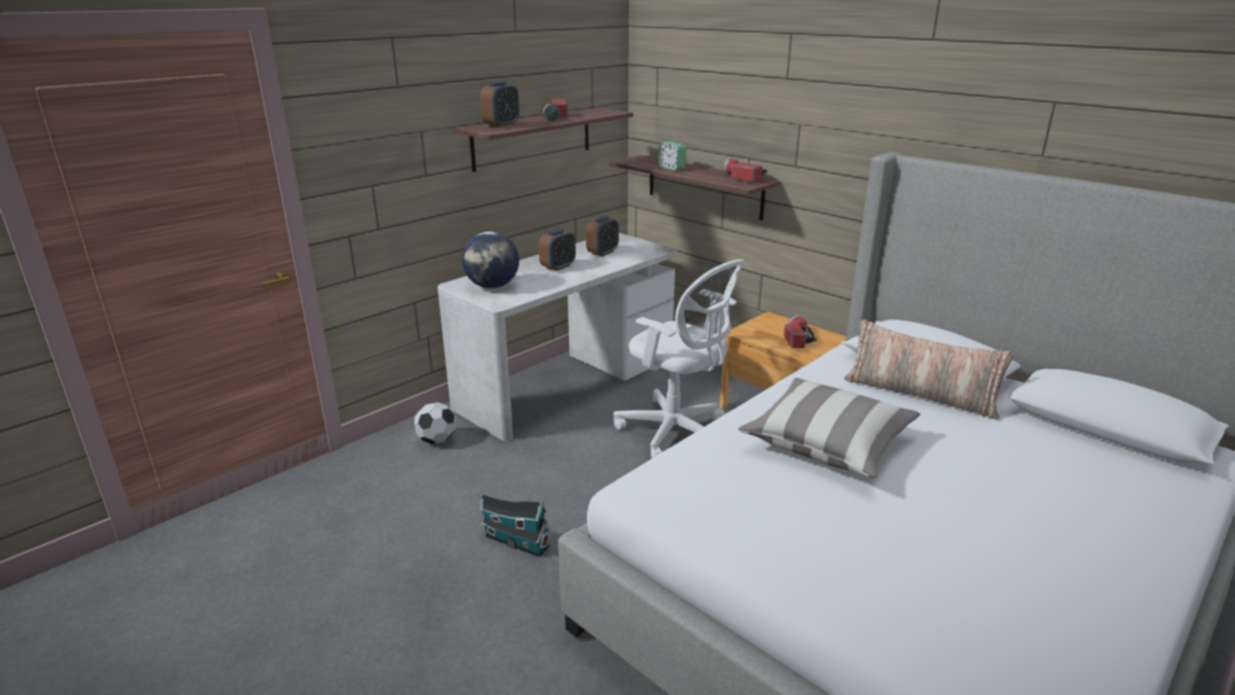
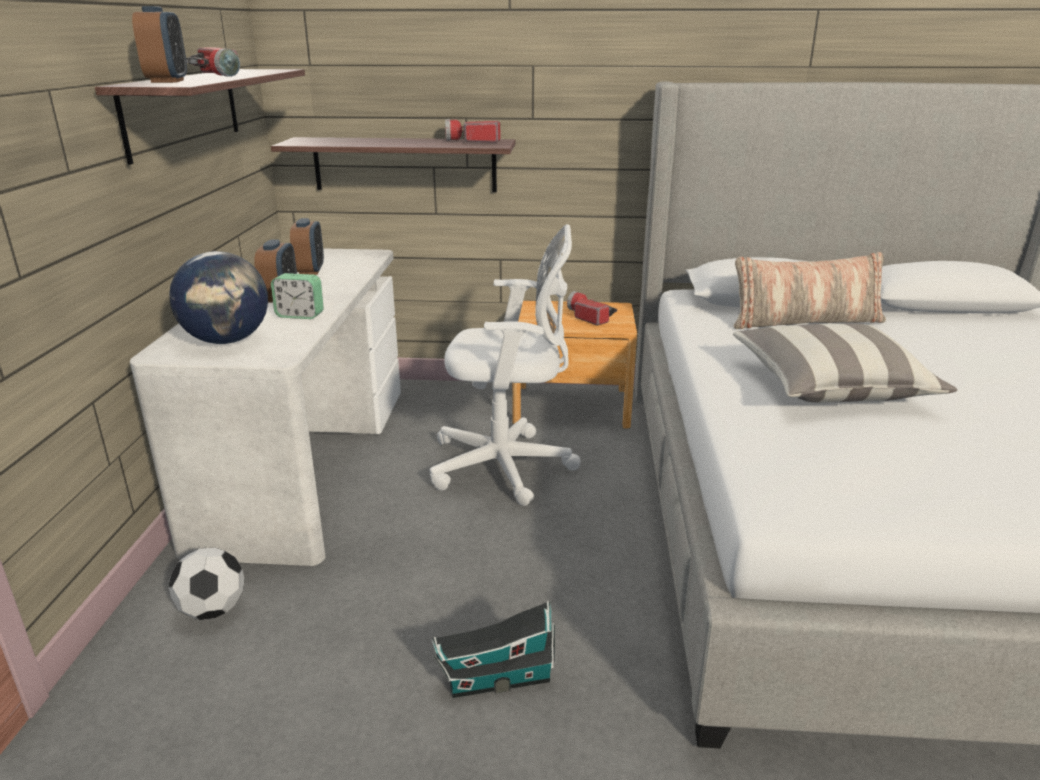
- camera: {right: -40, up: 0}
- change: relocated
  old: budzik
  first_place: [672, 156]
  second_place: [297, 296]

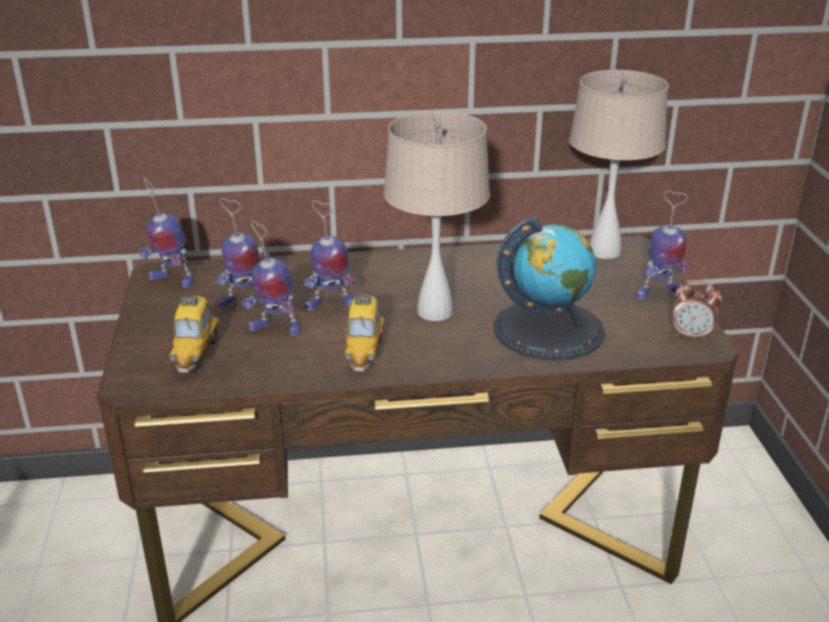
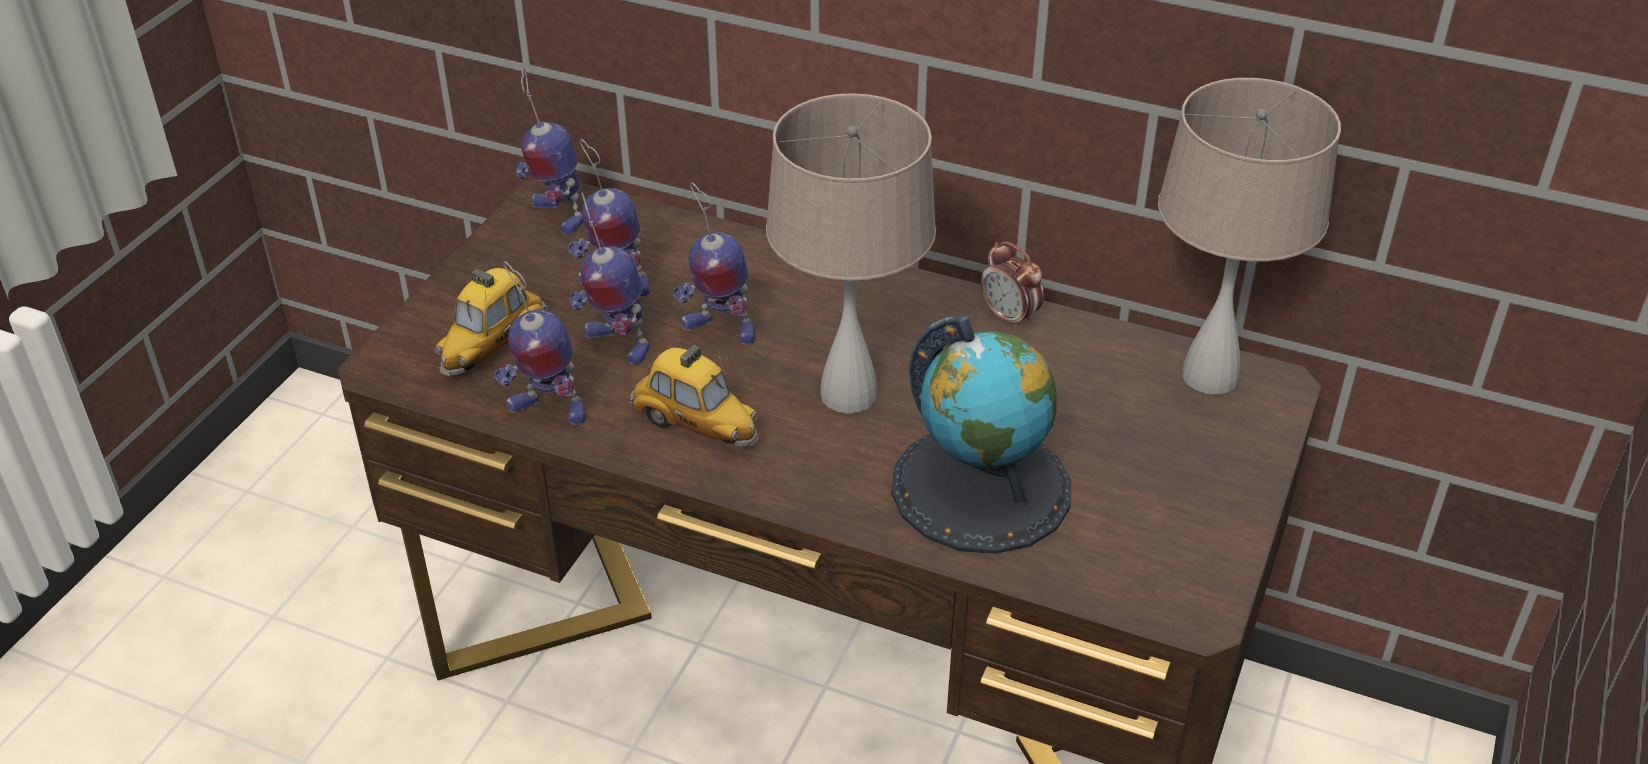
- camera: {right: 30, up: 10}
- change: relocated
  old: robot zabawkowy
  first_place: [663, 245]
  second_place: [539, 343]
- change: spun
  old: samochodzik
  first_place: [365, 333]
  second_place: [694, 395]
  degrees: -90
- change: relocated
  old: budzik
  first_place: [696, 311]
  second_place: [1012, 285]

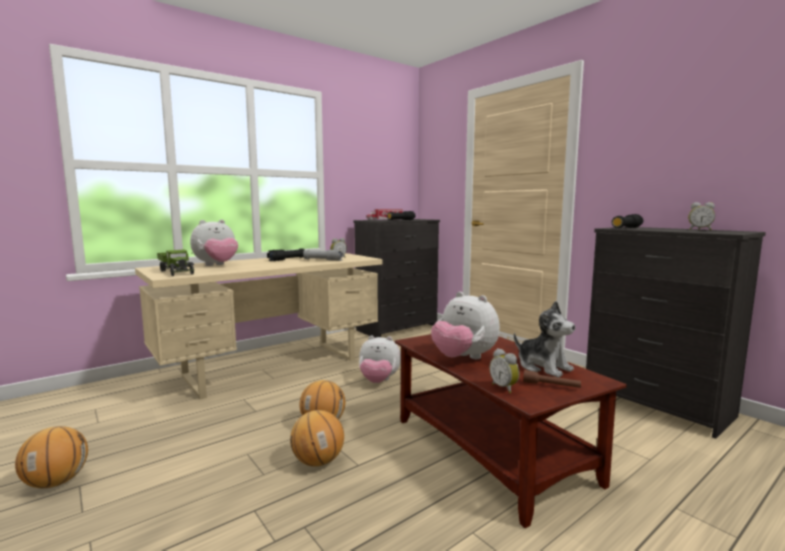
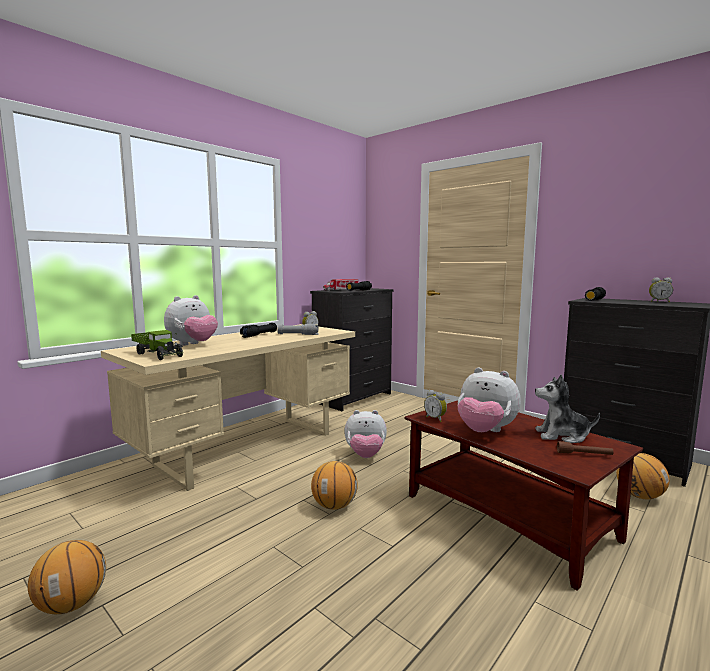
- camera: {right: -10, up: 0}
- change: relocated
  old: budzik
  first_place: [504, 370]
  second_place: [435, 406]
- change: spun
  old: pluszak
  first_place: [544, 339]
  second_place: [567, 408]
  degrees: 150
- change: relocated
  old: piłka do koszykówki
  first_place: [317, 438]
  second_place: [642, 476]

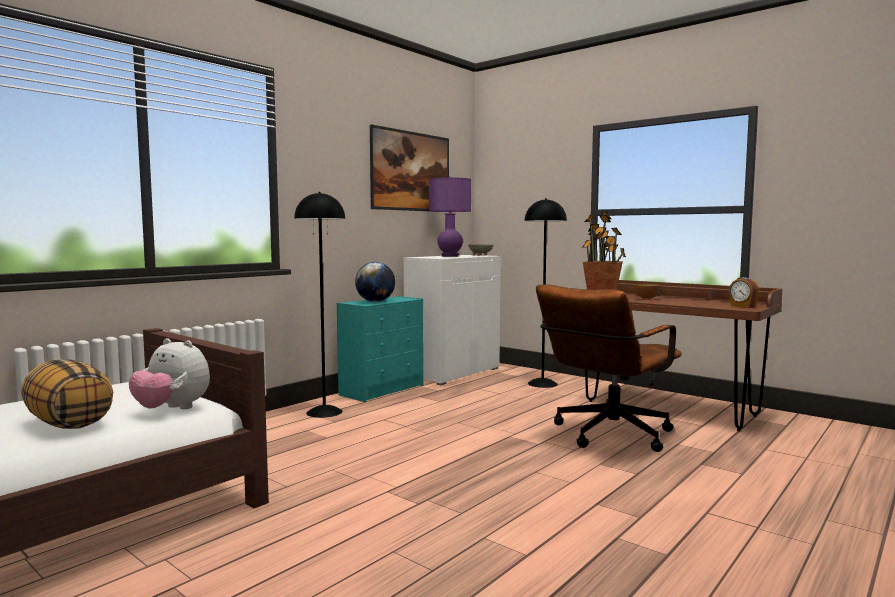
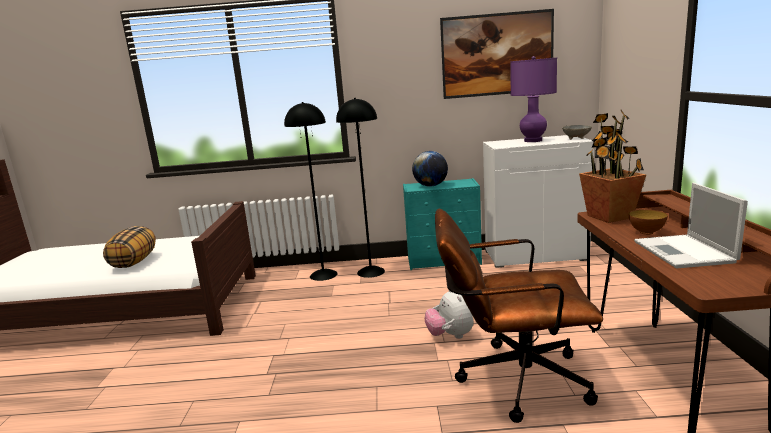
- camera: {right: 50, up: 10}
- change: relocated
  old: lampa stojąca/czarny
  first_place: [545, 293]
  second_place: [311, 191]
- change: relocated
  old: pluszak
  first_place: [169, 373]
  second_place: [449, 314]
- change: appeared
  new: laptop
  second_place: [691, 225]
- change: missing
  old: budzik
  first_place: [744, 292]

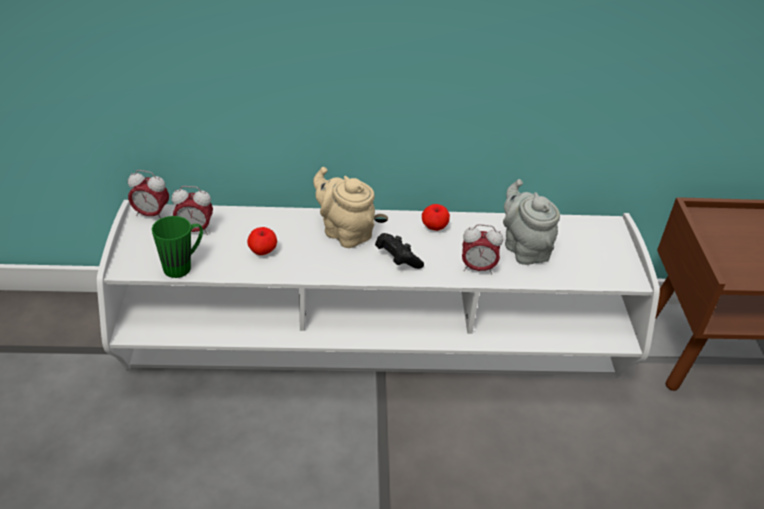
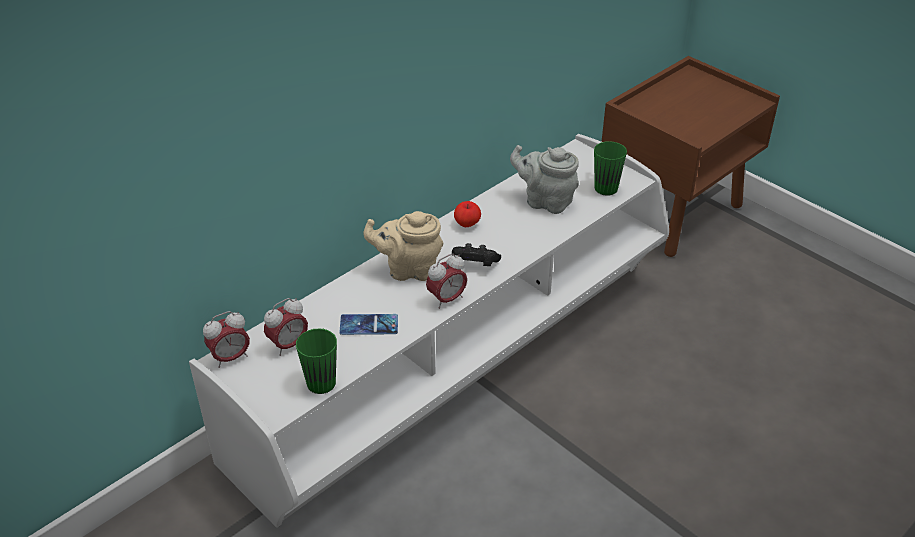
- camera: {right: -40, up: 0}
- change: exchanged
  old: jabłko
  new: telefon
  first_place: [262, 241]
  second_place: [368, 324]
- change: relocated
  old: budzik
  first_place: [482, 249]
  second_place: [446, 281]
- change: appeared
  new: kubek/zielony
  second_place: [610, 168]

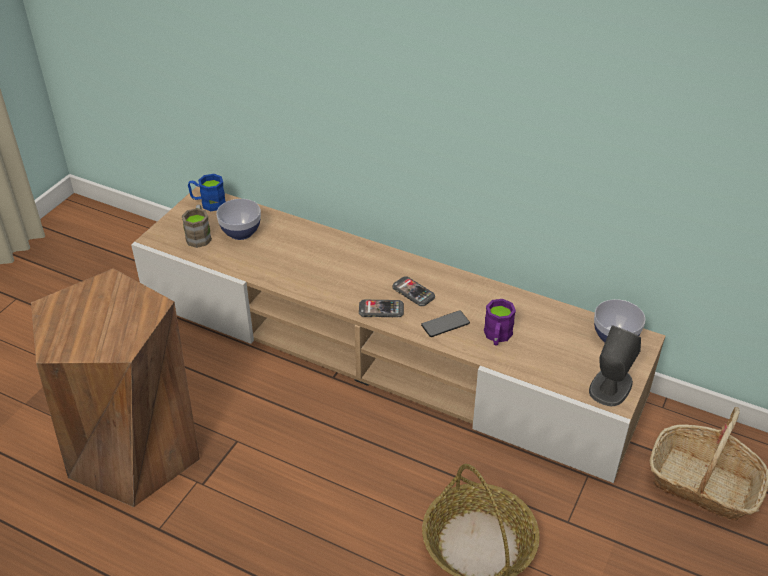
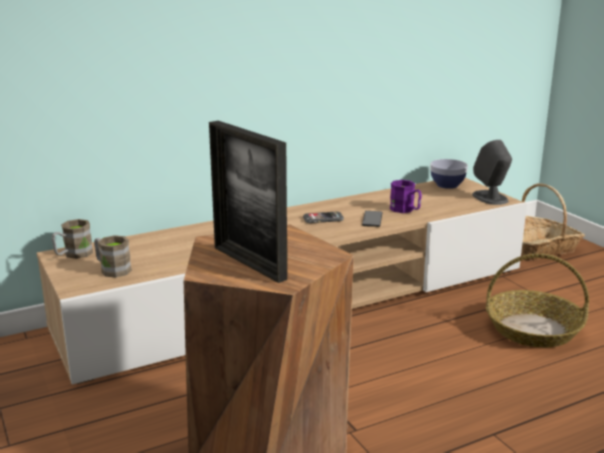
- camera: {right: -55, up: -20}
- change: colour
  old: kubek/niebieski
  new: kubek/brązowy
  first_place: [207, 192]
  second_place: [72, 239]
- change: appeared
  new: ramka na zdjęcie
  second_place: [248, 202]
- change: missing
  old: miska
  first_place: [238, 219]
- change: missing
  old: telefon
  first_place: [381, 308]

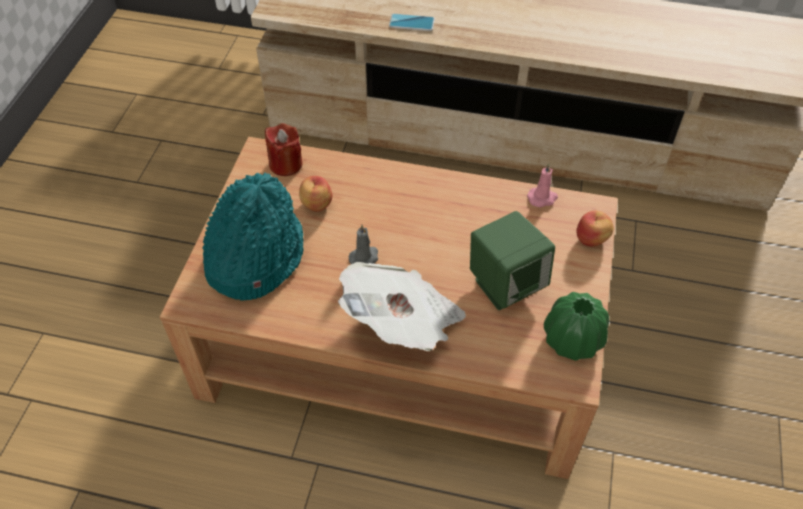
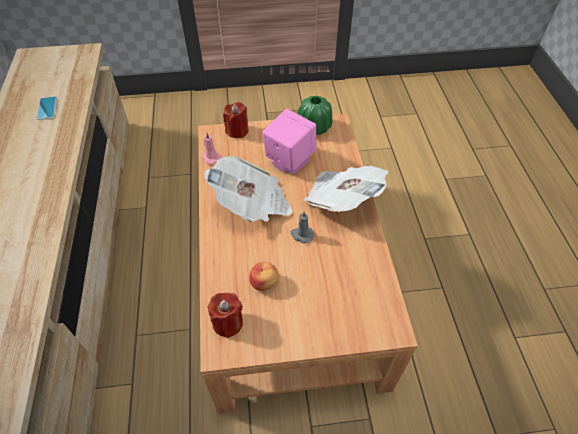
- camera: {right: -110, up: 0}
- change: relocated
  old: telefon
  first_place: [412, 22]
  second_place: [47, 108]
- change: appeared
  new: gazeta
  second_place: [248, 189]
- change: exchanged
  old: jabłko
  new: świeca/czerwony
  first_place: [594, 228]
  second_place: [236, 120]
- change: colour
  old: głośnik/zielony
  new: głośnik/różowy
  first_place: [512, 260]
  second_place: [289, 141]
- change: missing
  old: kapelusz/turkusowy
  first_place: [253, 237]

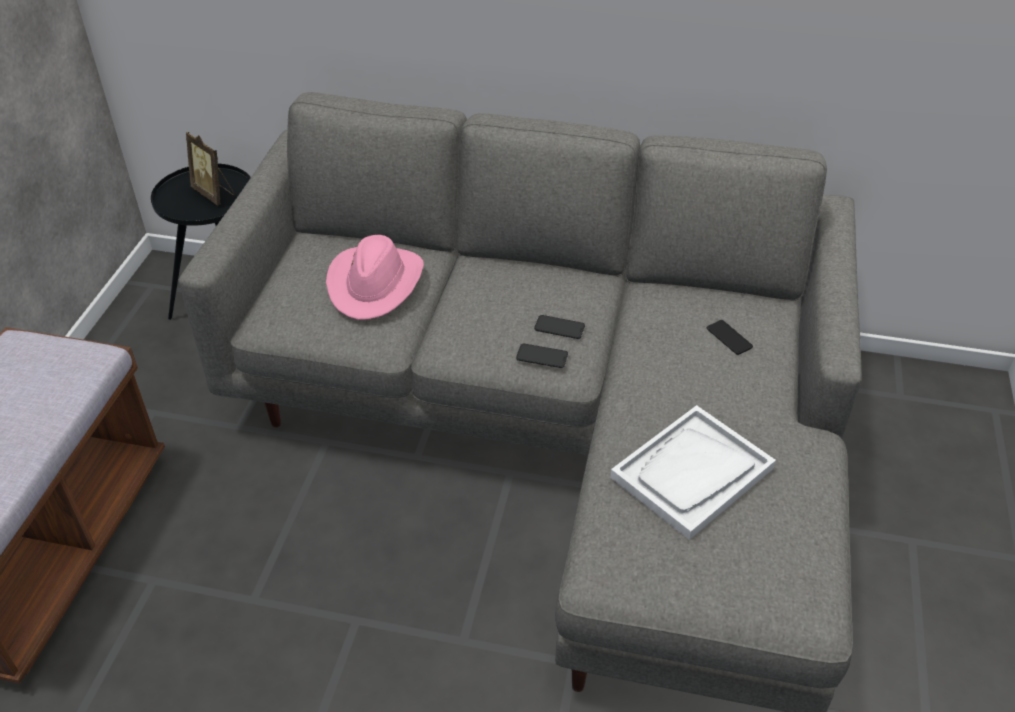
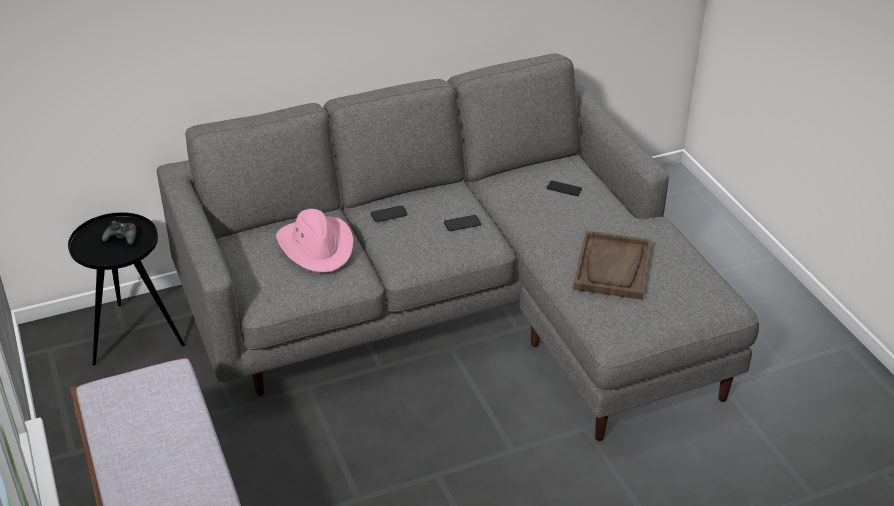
- camera: {right: -35, up: -5}
- change: exchanged
  old: ramka na zdjęcie
  new: pad do gier/czarny
  first_place: [210, 168]
  second_place: [119, 232]
- change: relocated
  old: telefon
  first_place: [542, 356]
  second_place: [389, 214]
- change: colour
  old: taca/biały
  new: taca/brązowy
  first_place: [693, 472]
  second_place: [612, 265]

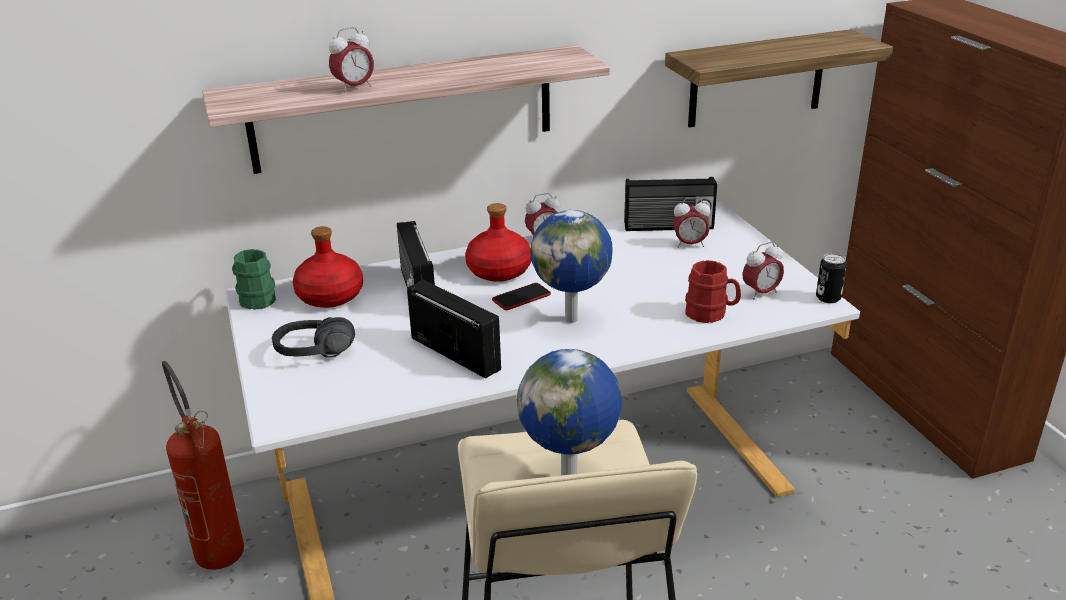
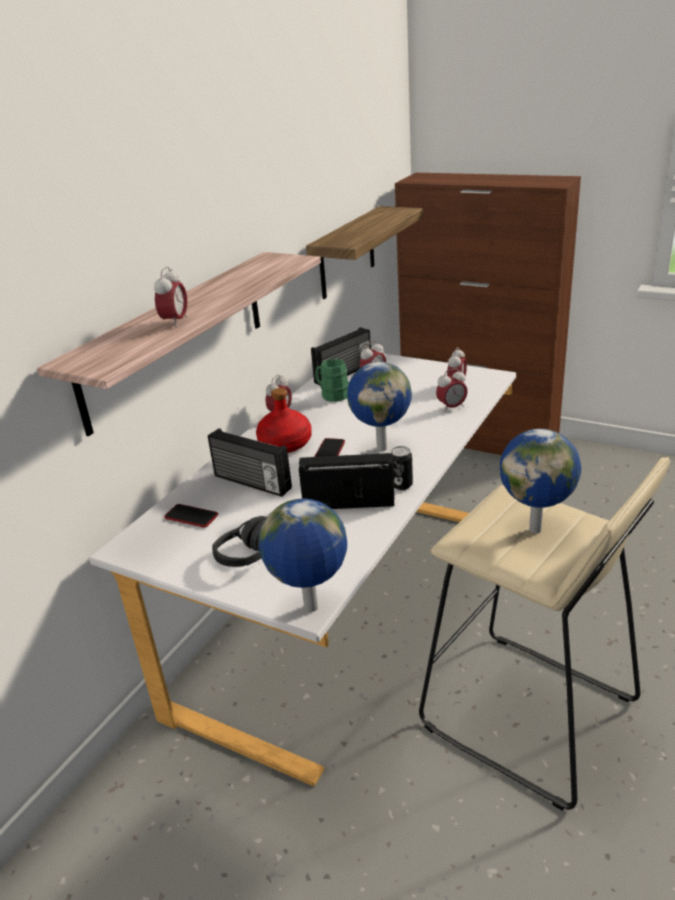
- camera: {right: -40, up: 0}
- change: exchanged
  old: butelka/czerwony
  new: telefon
  first_place: [328, 267]
  second_place: [191, 515]
- change: appeared
  new: globus
  second_place: [303, 555]
- change: relocated
  old: kubek/zielony
  first_place: [254, 279]
  second_place: [332, 380]
- change: relocated
  old: puszka
  first_place: [831, 278]
  second_place: [402, 468]
- change: exchanged
  old: kubek/czerwony
  new: budzik
  first_place: [713, 291]
  second_place: [452, 390]
- change: missing
  old: gaśnica
  first_place: [203, 465]

